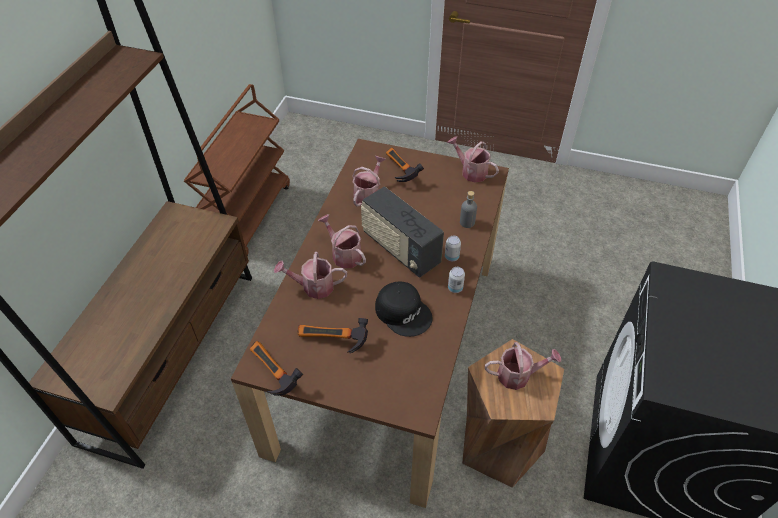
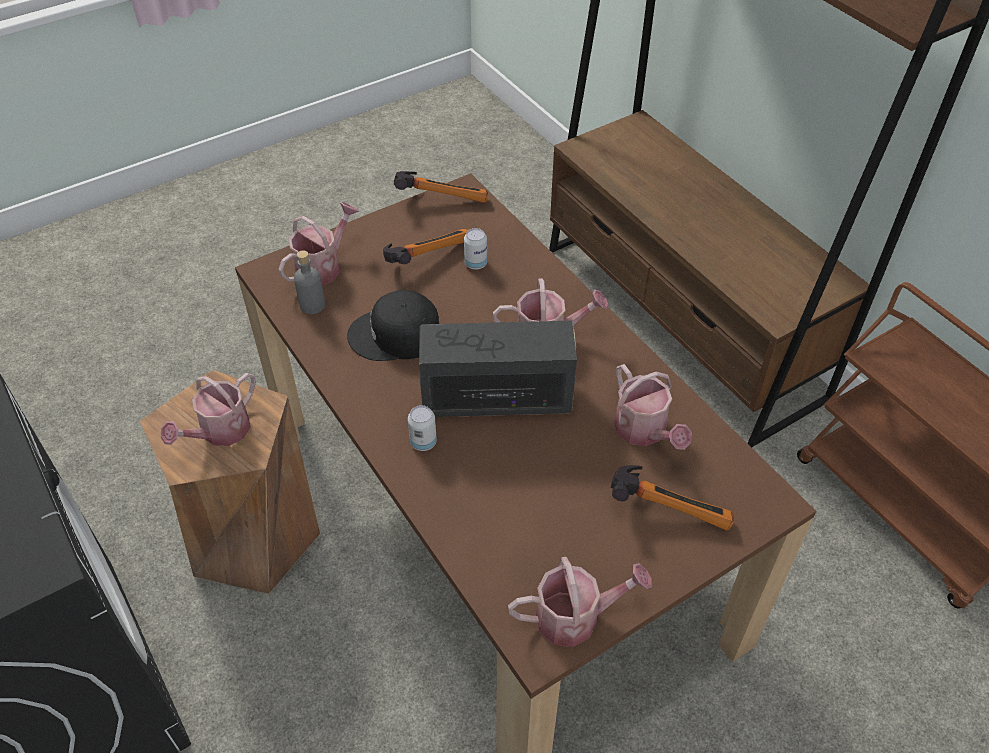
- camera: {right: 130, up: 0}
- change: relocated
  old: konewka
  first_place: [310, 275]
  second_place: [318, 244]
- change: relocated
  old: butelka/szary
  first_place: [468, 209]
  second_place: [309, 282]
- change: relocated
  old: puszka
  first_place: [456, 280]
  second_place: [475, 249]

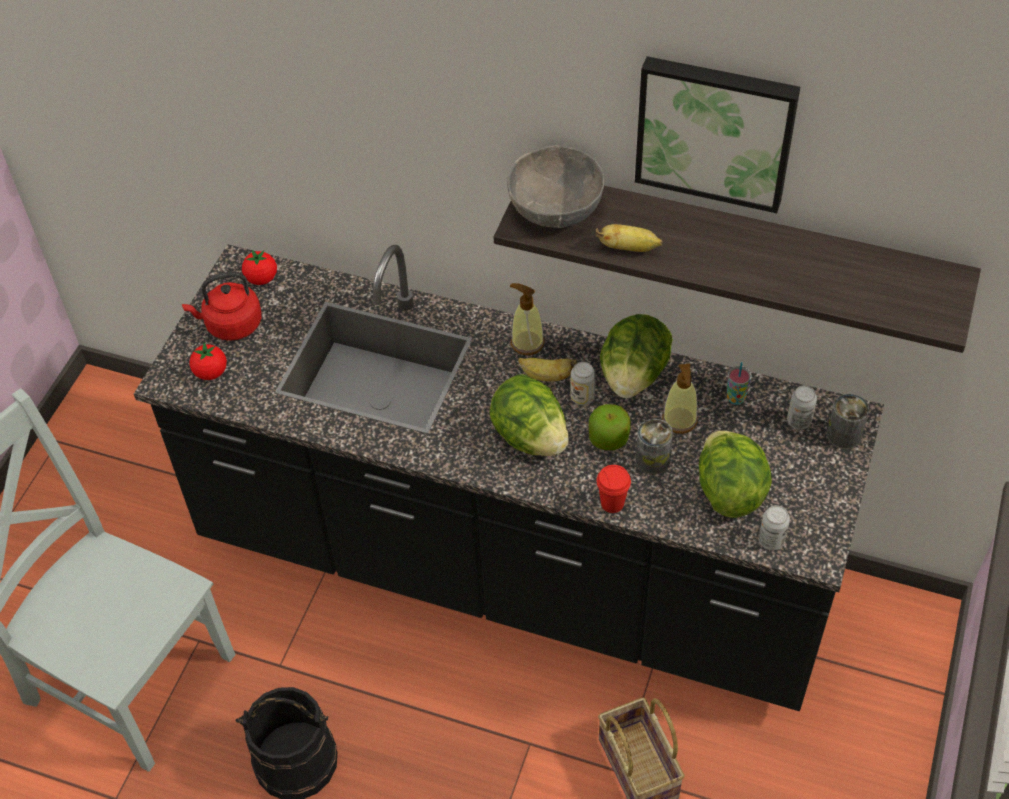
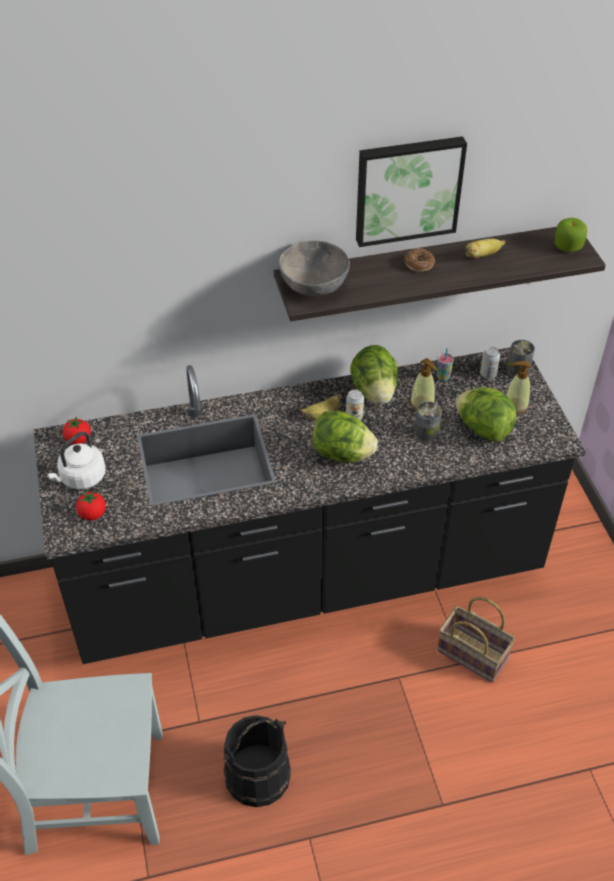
- camera: {right: -35, up: -5}
- change: colour
  old: czajnik/czerwony
  new: czajnik/biały
  first_place: [222, 306]
  second_place: [76, 461]
- change: appeared
  new: donut
  second_place: [420, 260]
- change: relocated
  old: banan
  first_place: [628, 238]
  second_place: [485, 248]
- change: relocated
  old: dozownik mydła
  first_place: [527, 319]
  second_place: [518, 387]
- change: relocated
  old: jabłko
  first_place: [610, 427]
  second_place: [570, 235]
- change: missing
  old: filiżanka/czerwony
  first_place: [613, 489]
- change: missing
  old: puszka
  first_place: [774, 527]

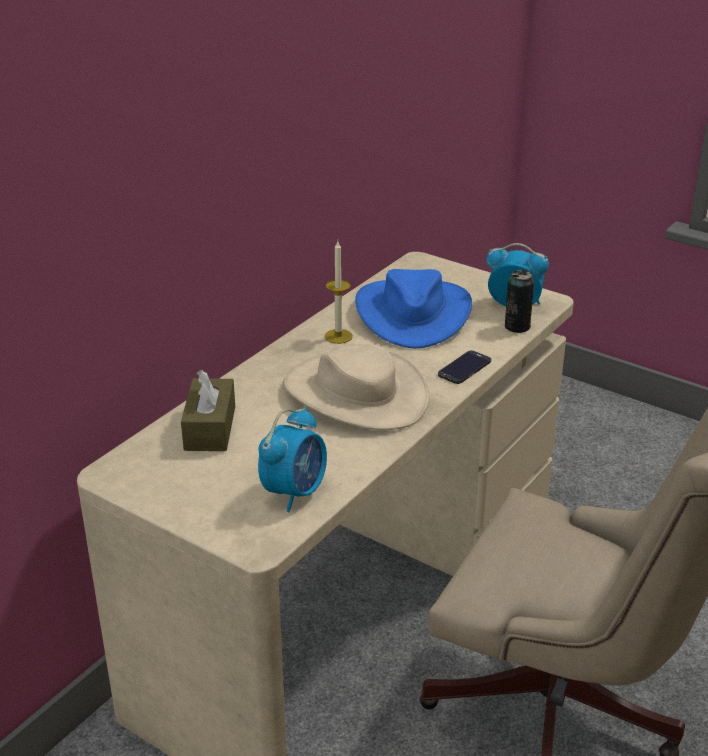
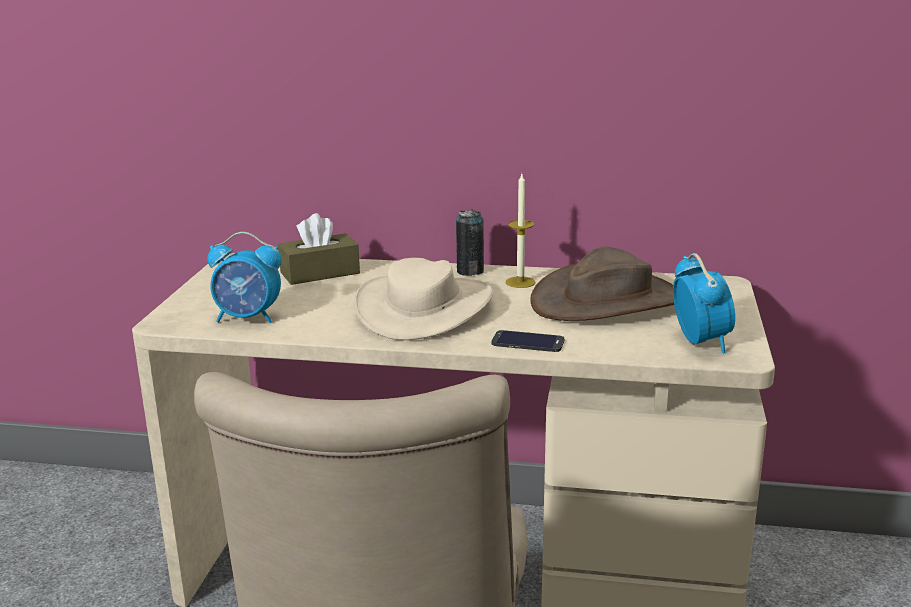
- camera: {right: 65, up: -10}
- change: relocated
  old: puszka
  first_place: [519, 301]
  second_place: [470, 242]
- change: colour
  old: kapelusz/niebieski
  new: kapelusz/brązowy
  first_place: [413, 308]
  second_place: [602, 284]

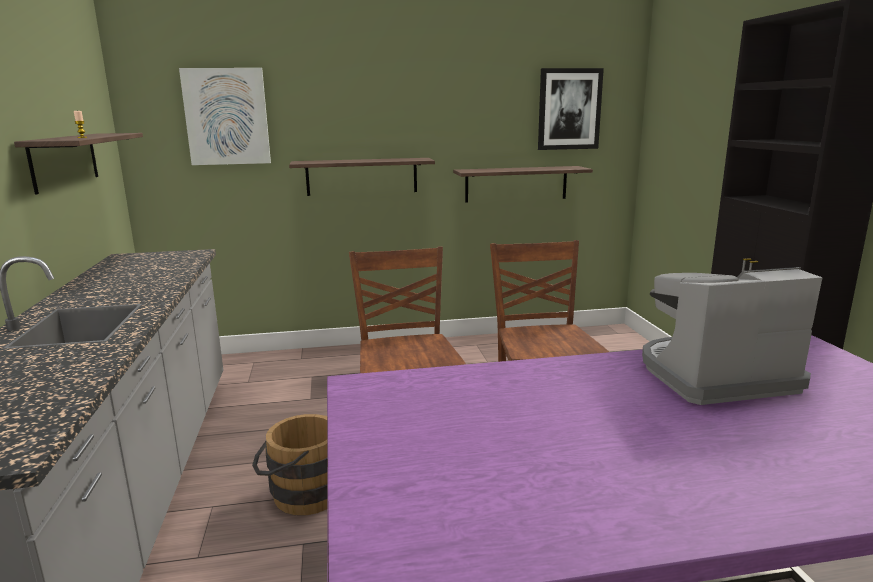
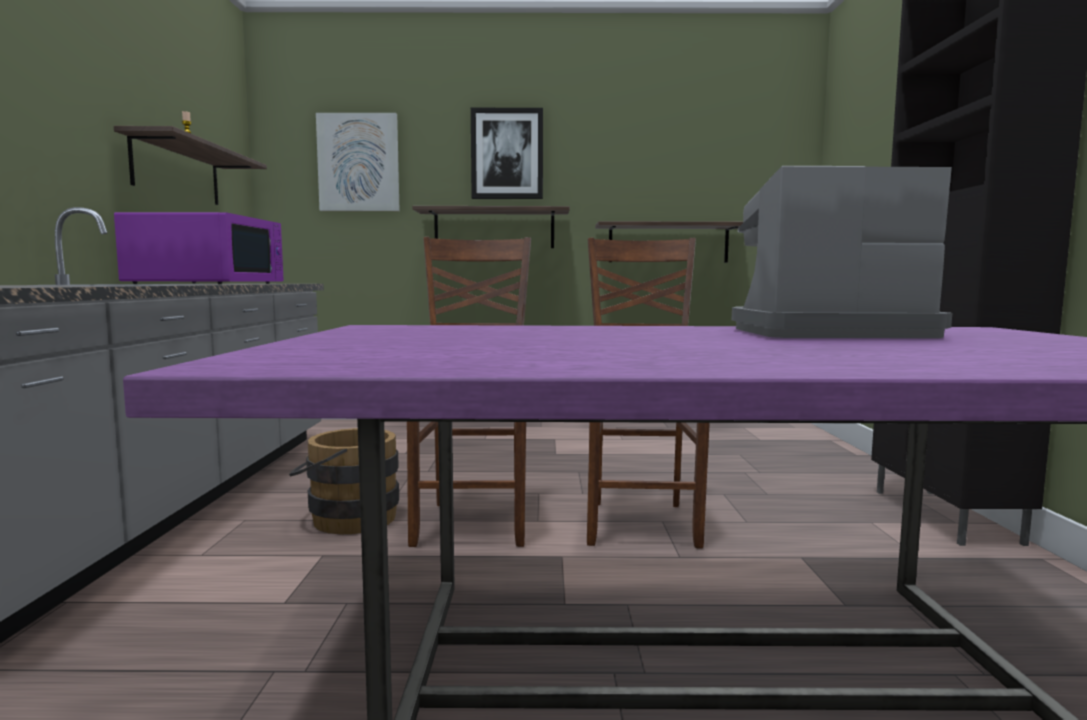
- camera: {right: 10, up: -10}
- change: appeared
  new: mikrofalówka/fioletowy
  second_place: [199, 248]
- change: relocated
  old: obraz
  first_place: [571, 109]
  second_place: [507, 153]

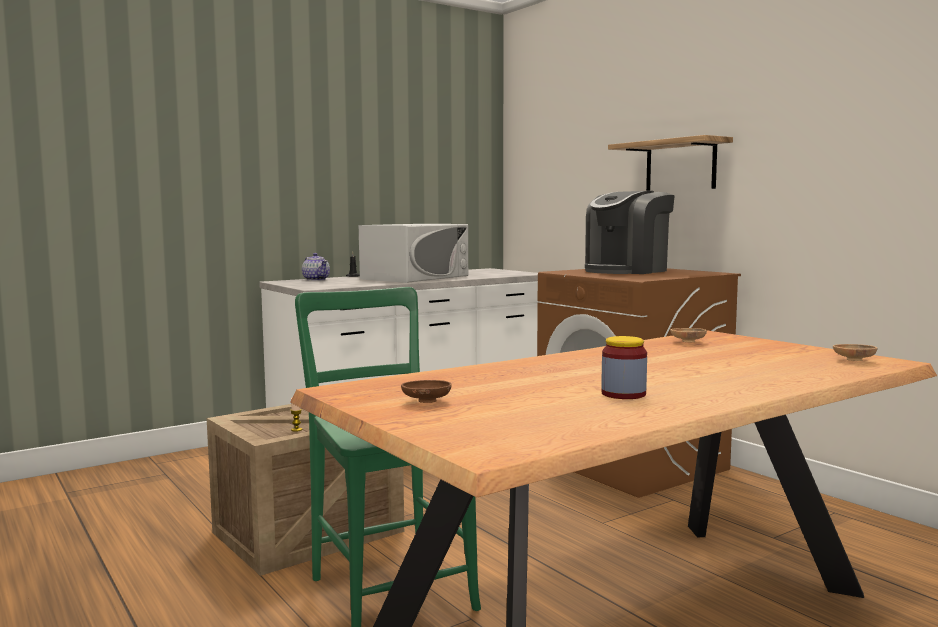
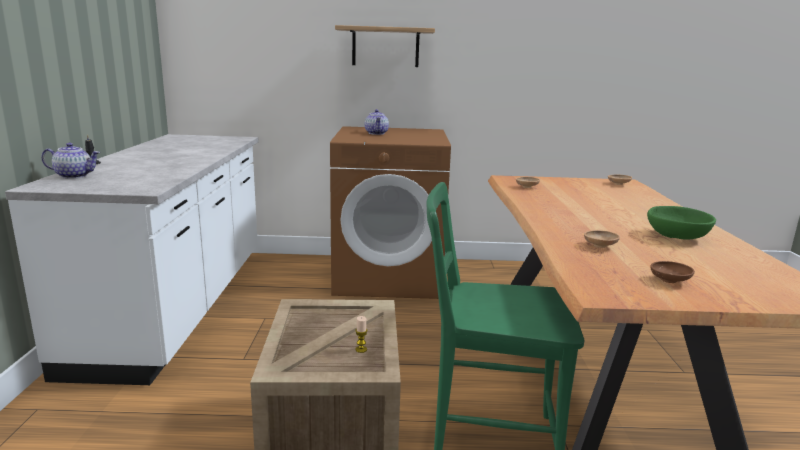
- camera: {right: -55, up: 10}
- change: exchanged
  old: ekspres do kawy
  new: imbryk
  first_place: [630, 232]
  second_place: [377, 122]
- change: appeared
  new: miska/brązowy
  second_place: [602, 239]
- change: exchanged
  old: słoik
  new: miska/zielony
  first_place: [624, 367]
  second_place: [681, 222]
- change: missing
  old: mikrofalówka/biały
  first_place: [413, 253]

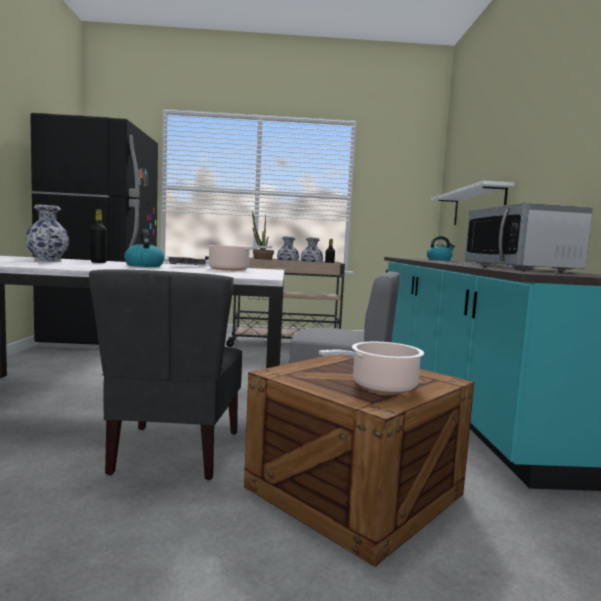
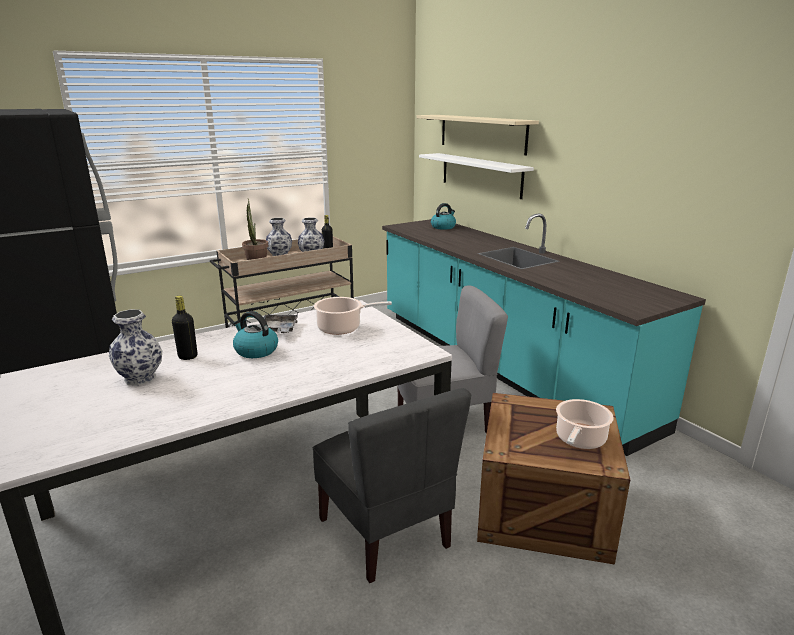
- camera: {right: -30, up: 15}
- change: appeared
  new: półka/beżowy
  second_place: [478, 135]
- change: missing
  old: mikrofalówka
  first_place: [529, 237]

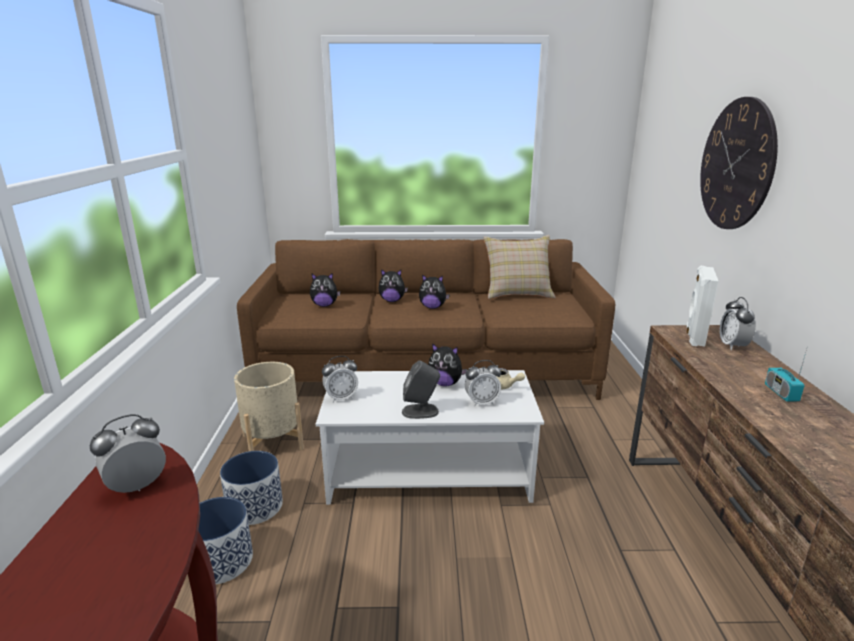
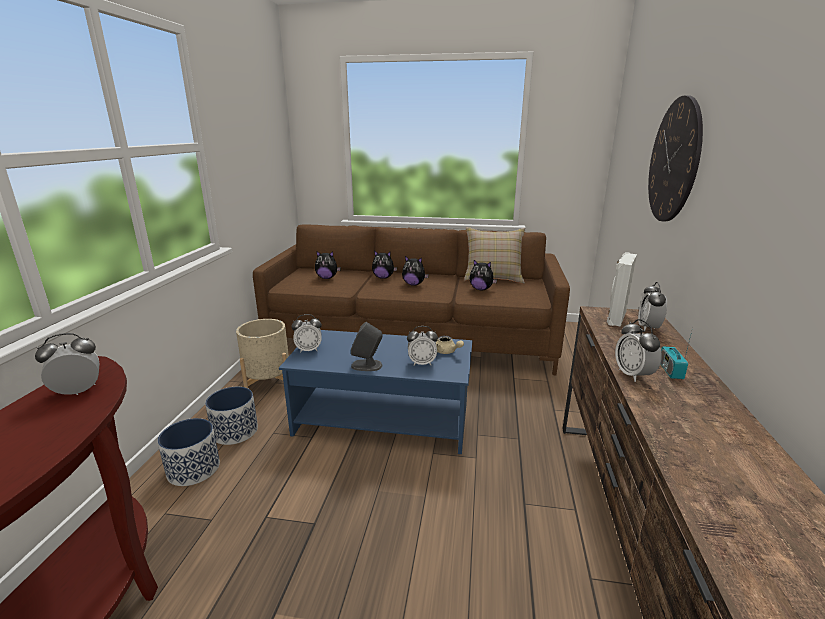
- camera: {right: 10, up: 0}
- change: colour
  old: ława/biały
  new: ława/niebieski
  first_place: [430, 437]
  second_place: [376, 392]
- change: relocated
  old: pluszak
  first_place: [447, 365]
  second_place: [483, 275]
- change: appeared
  new: budzik
  second_place: [638, 350]

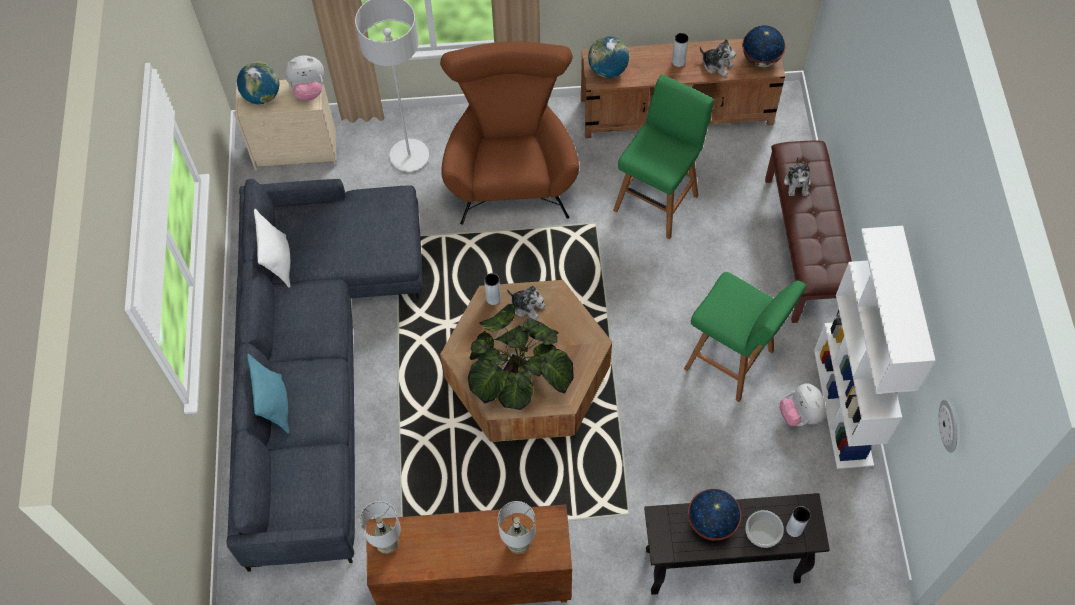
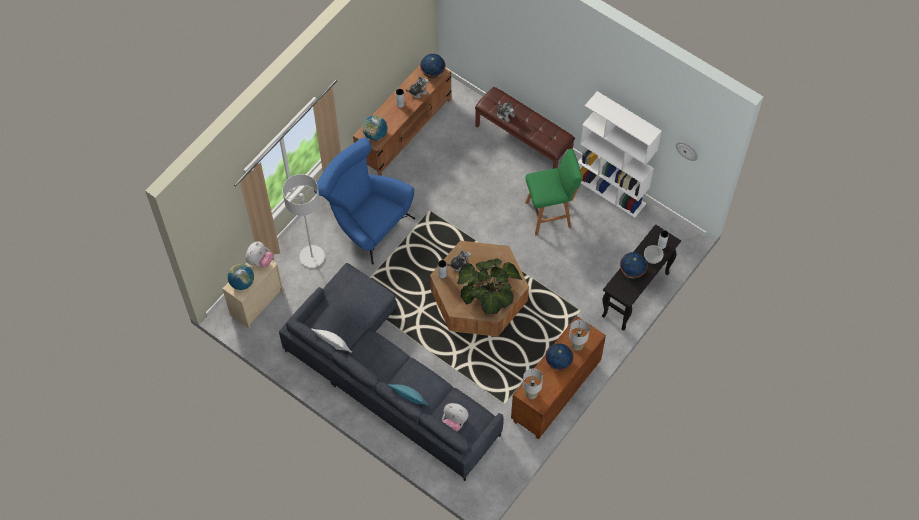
- camera: {right: -50, up: 0}
- change: colour
  old: fotel/brązowy
  new: fotel/niebieski
  first_place: [509, 133]
  second_place: [364, 201]
- change: relocated
  old: pluszak
  first_place: [802, 404]
  second_place: [455, 417]
- change: appeared
  new: globus
  second_place: [559, 357]
- change: missing
  old: stołek/zielony
  first_place: [663, 157]

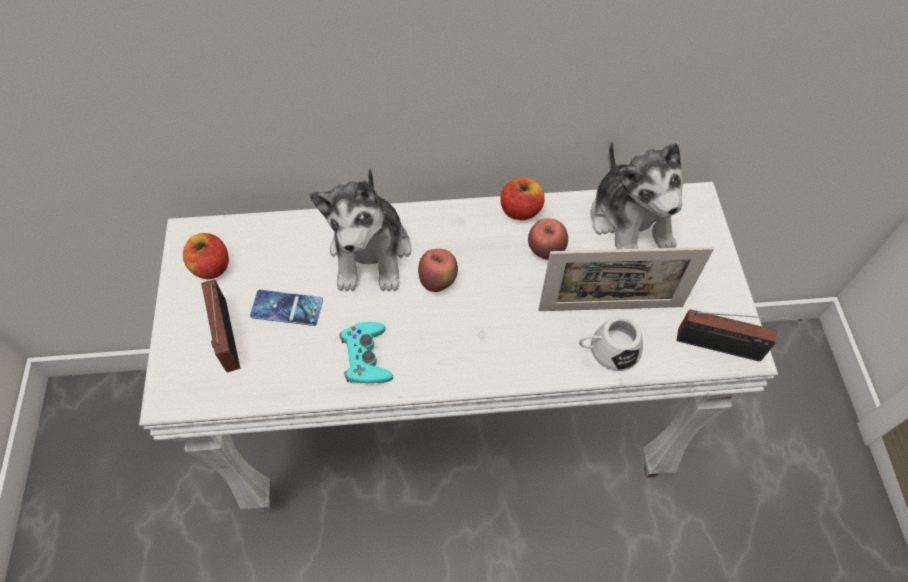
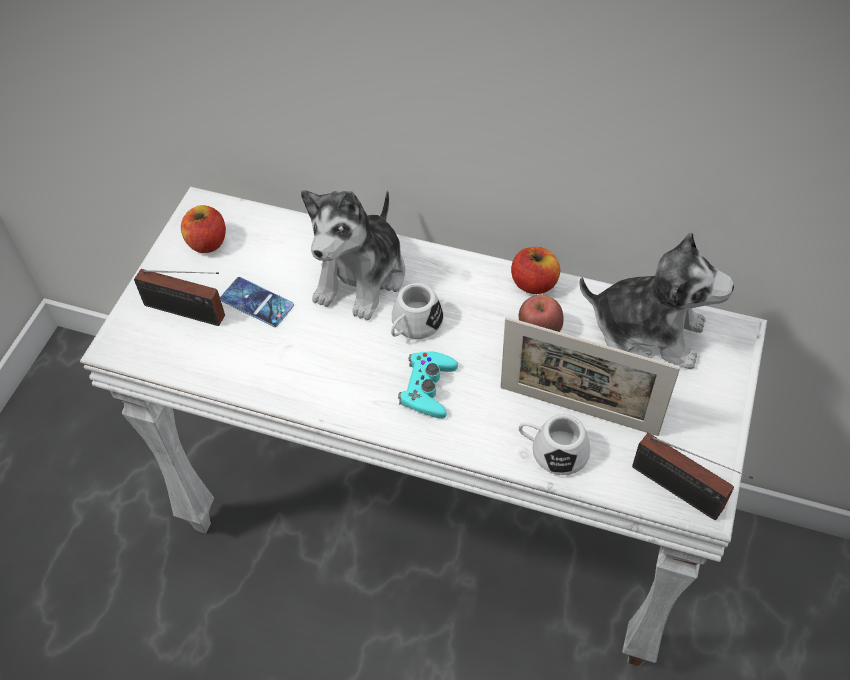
- camera: {right: 25, up: -5}
- change: spun
  old: radio
  first_place: [220, 325]
  second_place: [179, 297]
  degrees: -75
- change: exchanged
  old: jabłko
  new: kubek/biały
  first_place: [438, 270]
  second_place: [417, 311]
- change: relocated
  old: pad do gier/turkusowy
  first_place: [366, 352]
  second_place: [428, 385]
- change: spun
  old: pluszak
  first_place: [636, 195]
  second_place: [656, 301]
  degrees: -75

